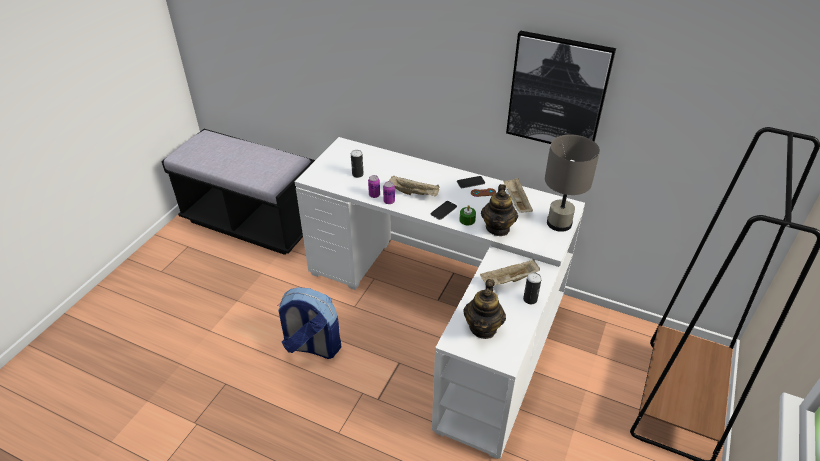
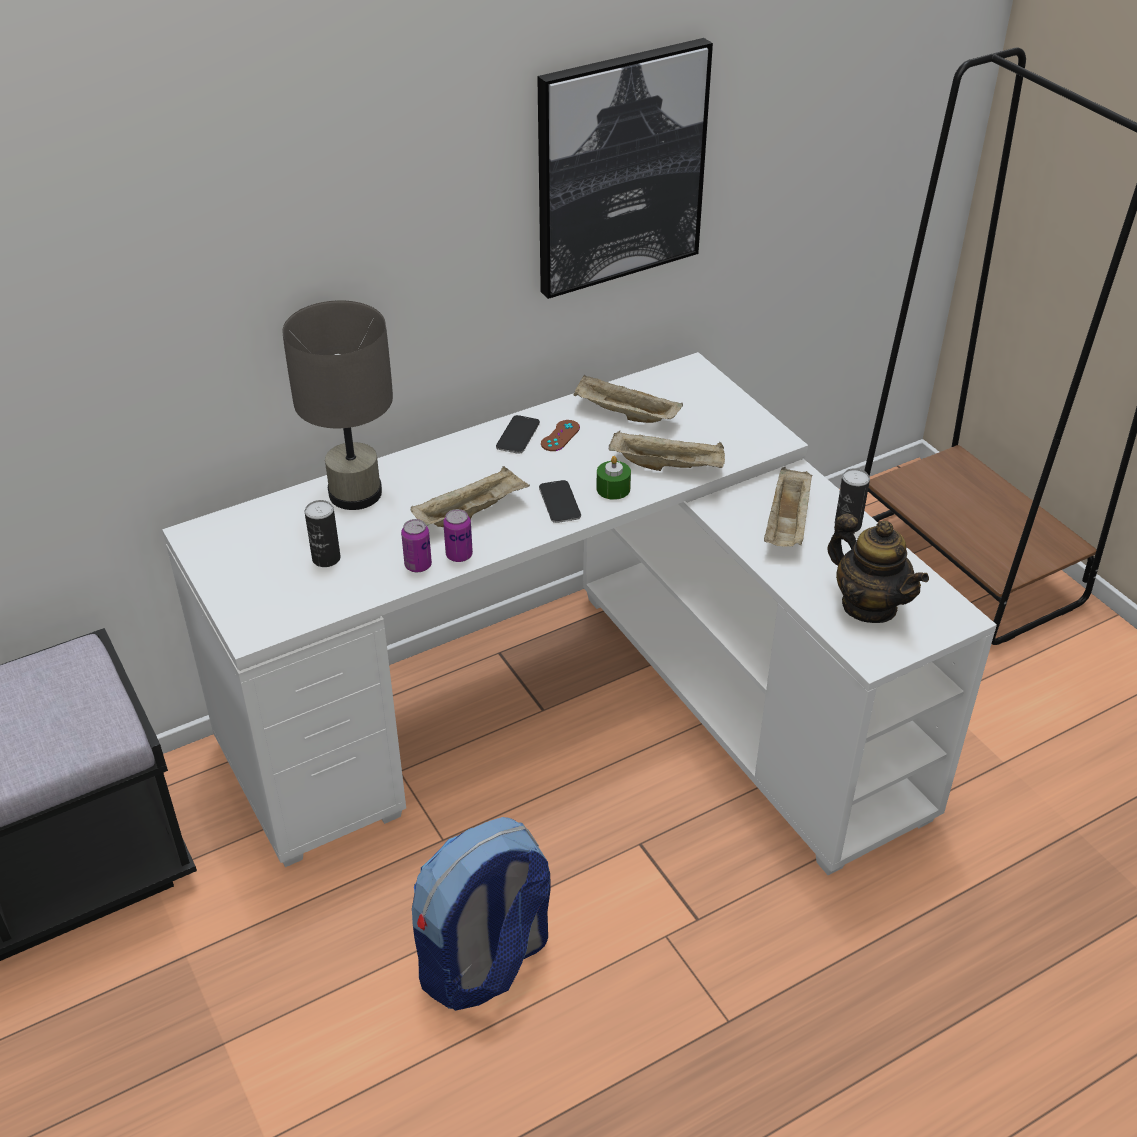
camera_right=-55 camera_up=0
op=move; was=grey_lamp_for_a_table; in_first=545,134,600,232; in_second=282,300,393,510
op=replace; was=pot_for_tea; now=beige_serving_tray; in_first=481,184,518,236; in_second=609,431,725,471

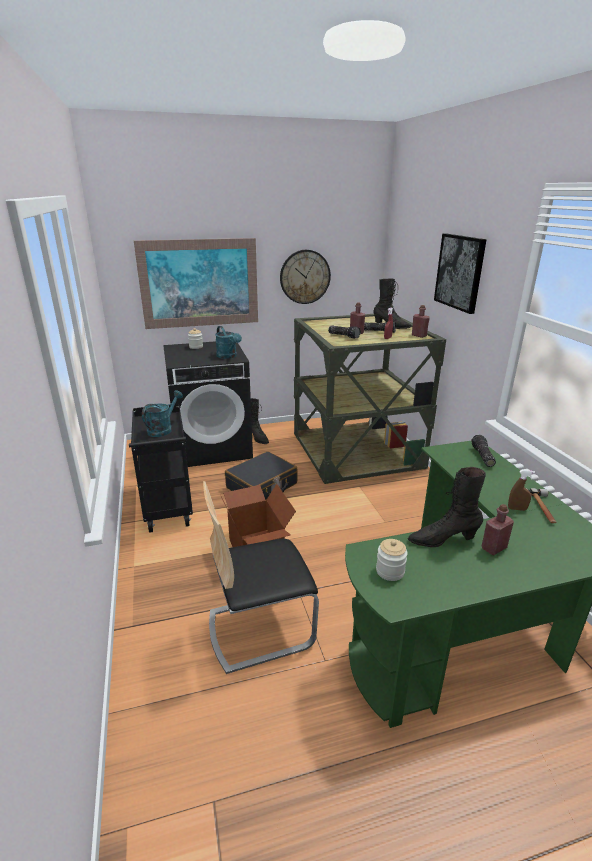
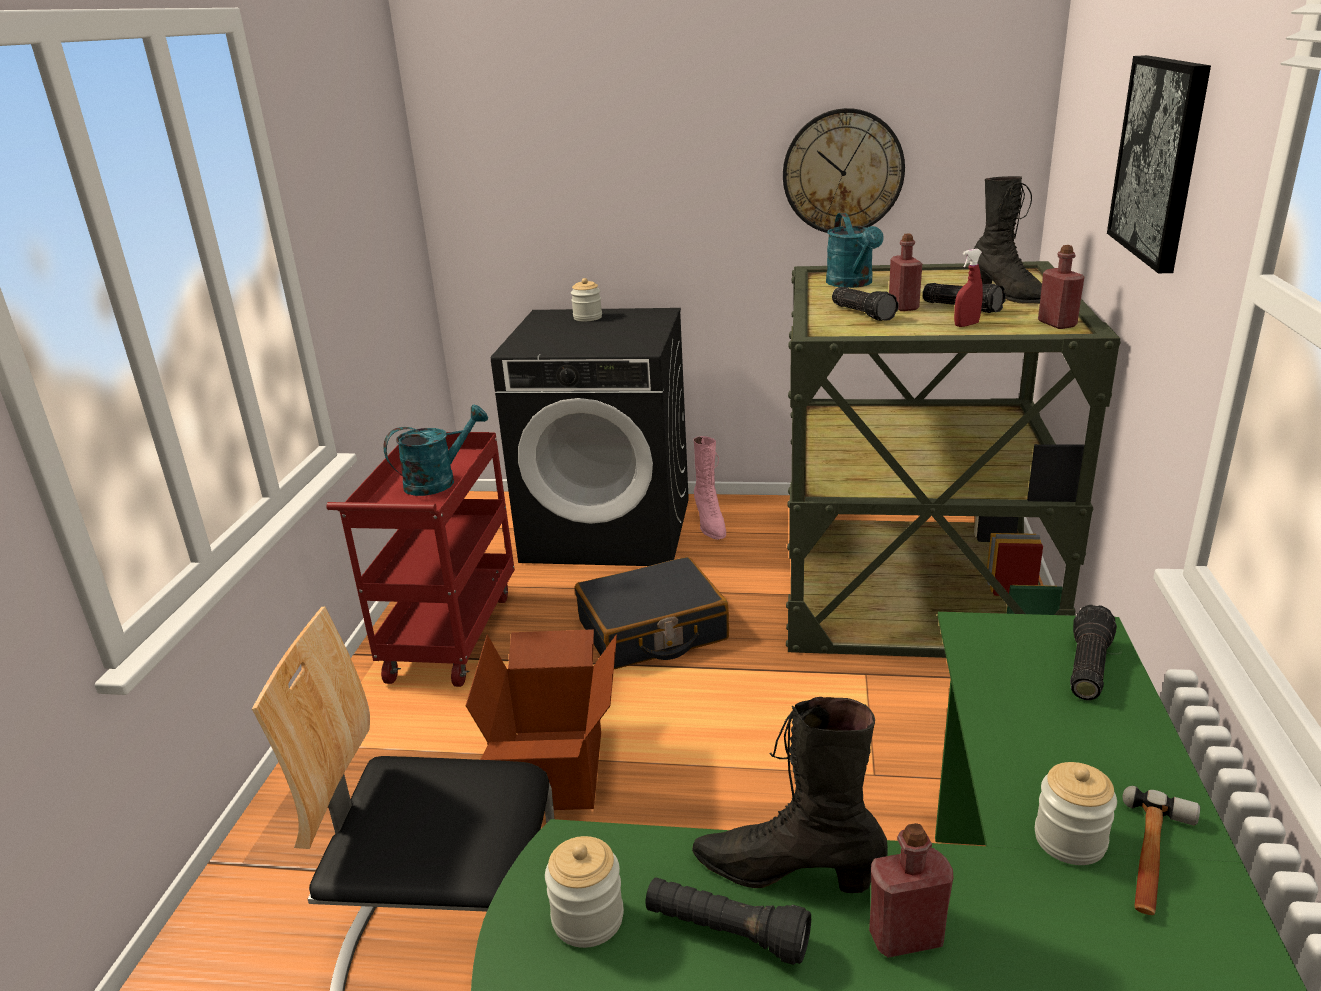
camera_right=25 camera_up=0
op=delete; was=wall_art; in_first=134,238,258,329
op=insert; now=black-coloured_hand_torch; in_second=646,878,811,965
op=move; was=blue-green_watering_can; in_first=215,326,242,359; in_second=826,213,884,288
op=replace; was=brown-coloured_spray_bottle; now=jar; in_first=508,470,535,511; in_second=1035,762,1117,865
op=recolor; was=black-coloured_wheeled_cart; now=red-coloured_wheeled_cart; in_first=129,404,193,532; in_second=326,432,515,687
op=recolor; was=black-coloured_high-top_boot; now=pink-coloured_high-top_boot; in_first=251,398,269,444; in_second=693,436,726,540

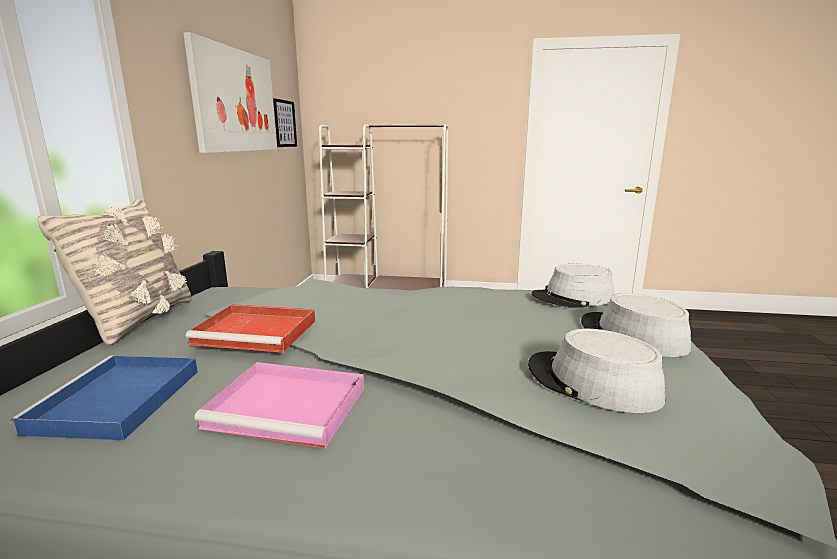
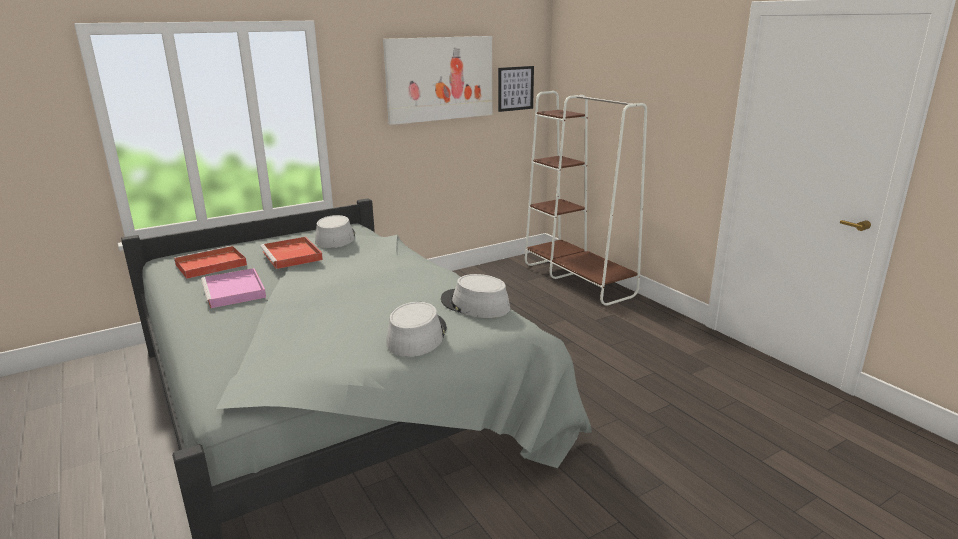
camera_right=50 camera_up=5
op=delete; was=beige_cushion; in_first=37,199,191,345
op=move; was=grey_wearable_hat; in_first=528,329,665,413; in_second=315,215,355,248
op=recolor; was=bluish_serving_tray; now=red-coloured_serving_tray; in_first=10,355,198,440; in_second=174,246,247,279

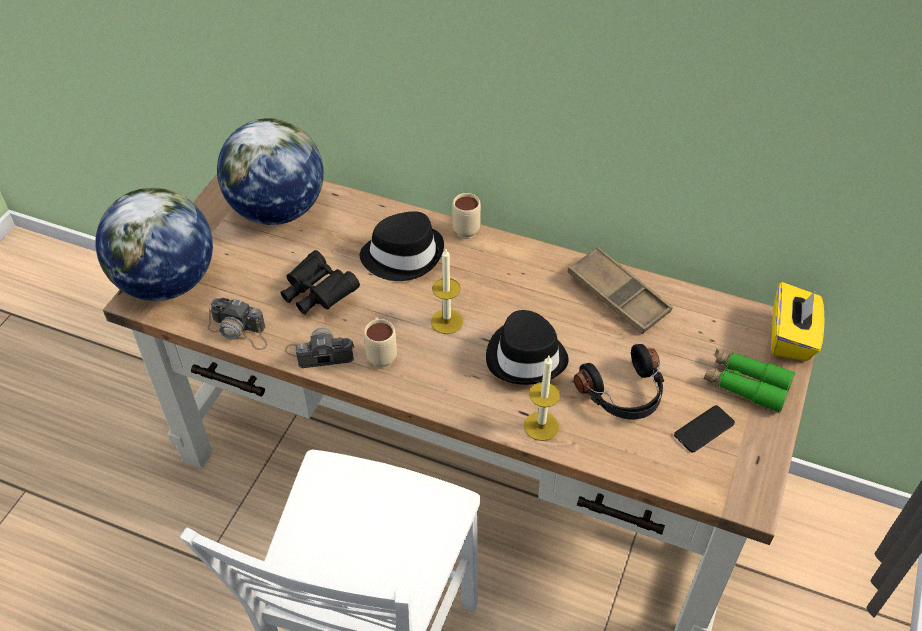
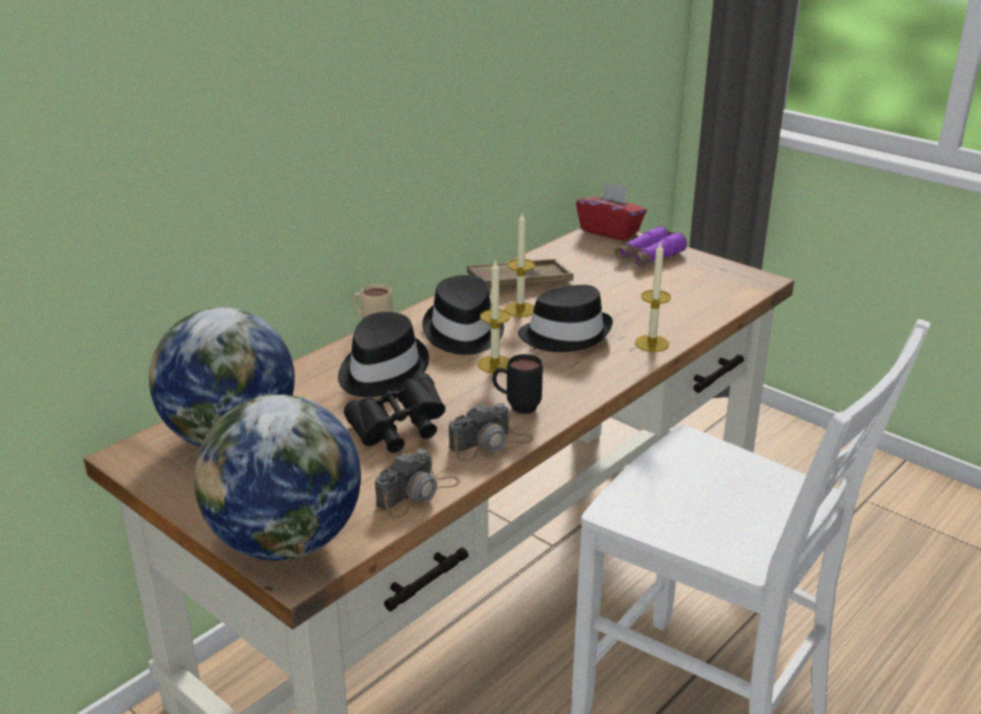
camera_right=-70 camera_up=-20
op=delete; was=black-coloured_headset; in_first=574,344,664,420
op=delete; was=telephone; in_first=674,405,735,453
op=insert; now=black-coloured_wearable_hat; in_second=422,275,504,355
op=insert; now=wax_candle; in_second=505,213,535,317
op=recolor; was=beige_tea_mug; now=black-coloured_tea_mug; in_first=364,317,397,368; in_second=492,354,543,414
op=recolor; was=greenish_field_glasses; now=purple_field_glasses; in_first=704,348,795,413; in_second=614,226,687,266
op=recolor; was=yellow_tissue_box; now=red-coloured_tissue_box; in_first=771,282,824,361; in_second=576,182,647,241
op=rotate; was=photo_camera; in_first=285,328,354,368; in_second=449,403,533,461; clockwise=-135

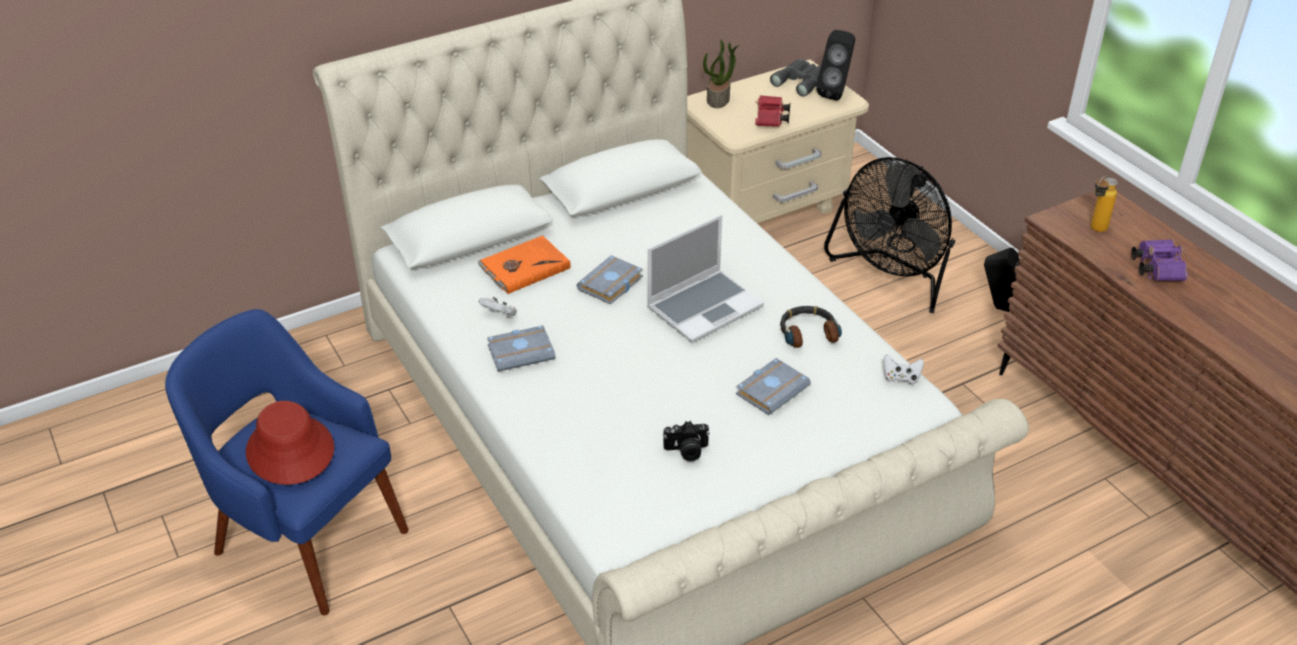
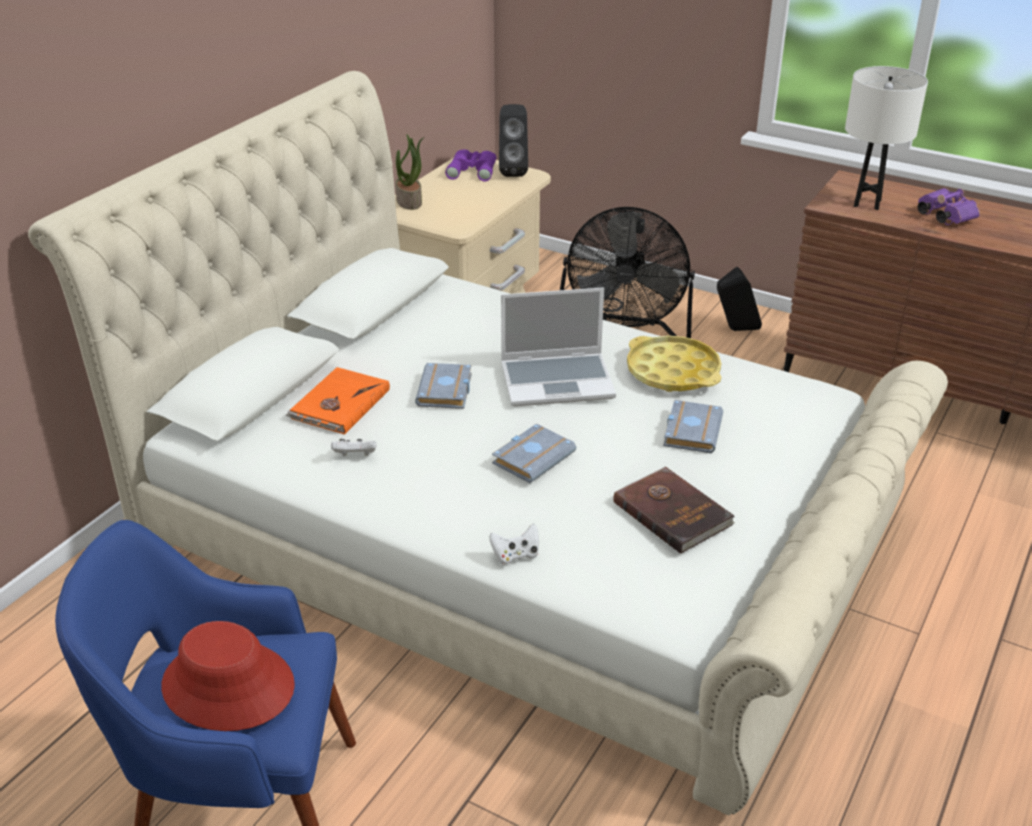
camera_right=-30 camera_up=-5
op=delete; was=red-coloured_field_glasses; in_first=755,95,791,127
op=move; was=grey_volume; in_first=487,325,555,372; in_second=492,424,576,483
op=move; was=white_joypad; in_first=883,354,924,385; in_second=489,523,539,565
op=replace; was=photo_camera; now=brown-coloured_volume; in_first=663,421,710,461; in_second=613,466,735,554
op=replace; was=headset; now=yellow_serving_tray; in_first=780,306,842,348; in_second=627,336,721,392
op=replace; was=drink_bottle; now=white_lamp_for_a_table; in_first=1091,176,1118,232; in_second=845,66,928,210
op=recolor; was=grey_field_glasses; now=purple_field_glasses; in_first=770,59,821,97; in_second=445,149,497,182
op=rotate; was=notebook_computer; in_first=647,215,764,343; in_second=501,287,616,407; clockwise=60

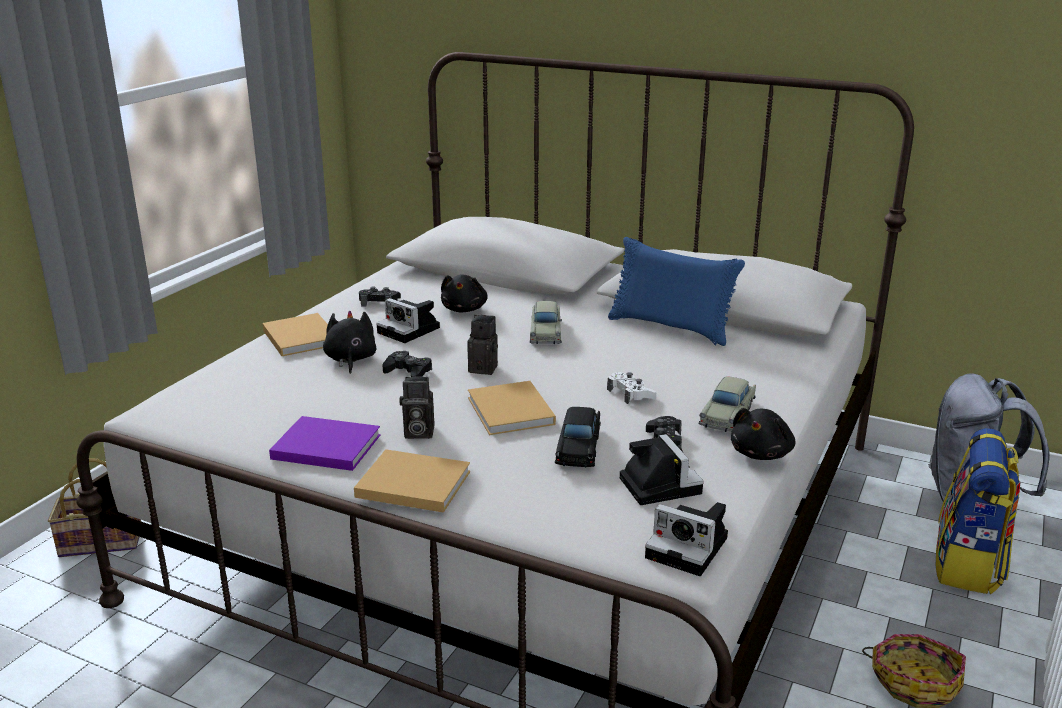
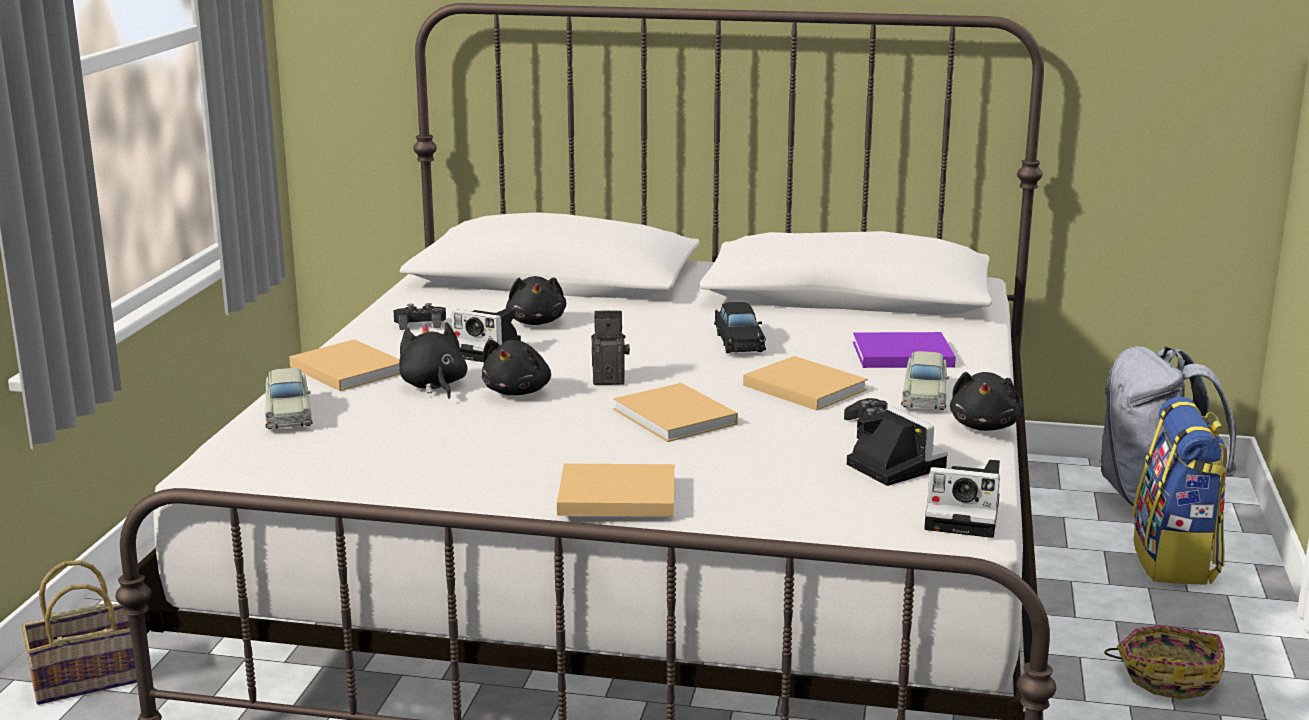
camera_right=-15 camera_up=-5
op=delete; was=photo_camera; in_first=400,376,435,439
op=delete; was=bluish_cushion; in_first=608,237,745,346
op=move; was=purple_volume; in_first=269,416,381,471; in_second=853,332,956,368
op=move; was=beige_model_car; in_first=530,301,562,344; in_second=265,368,313,429
op=move; was=black-coloured_model_car; in_first=555,407,601,468; in_second=714,302,766,353
op=replace; was=black-coloured_joypad; now=black-coloured_soft_toy; in_first=383,351,432,377; in_second=482,339,551,395
op=replace; was=white_joypad; now=beige_volume; in_first=607,372,656,404; in_second=743,356,868,411

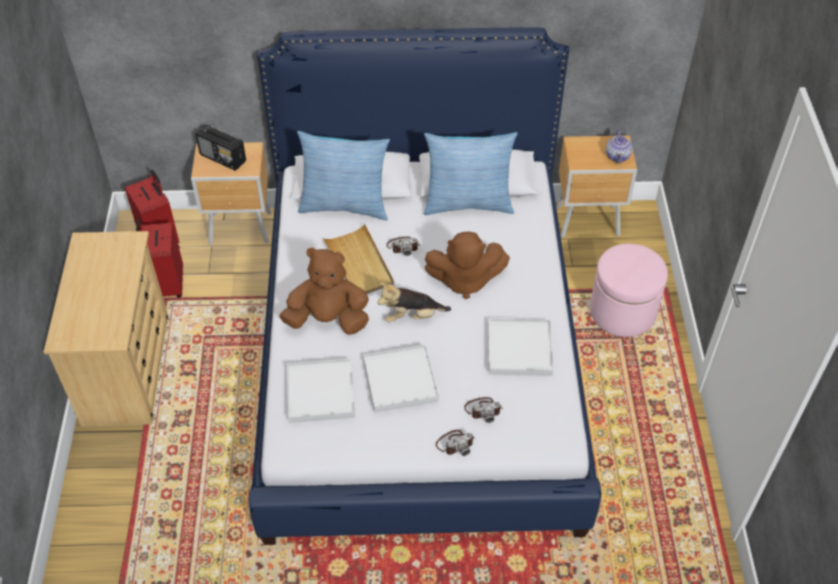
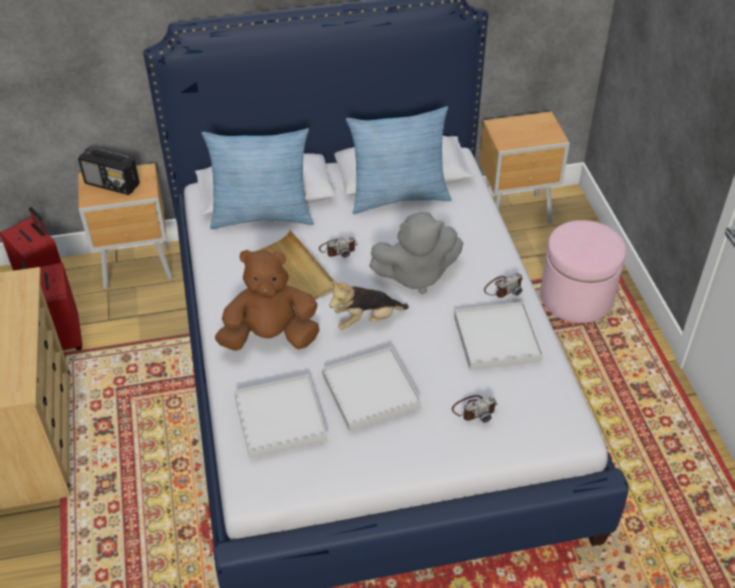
camera_right=-10 camera_up=-5
op=delete; was=pot_for_tea; in_first=606,130,632,163
op=move; was=photo_camera; in_first=436,430,475,456; in_second=484,273,523,298
op=recolor; was=brown-coloured_soft_toy; now=grey_soft_toy; in_first=425,232,510,299; in_second=369,212,463,294

